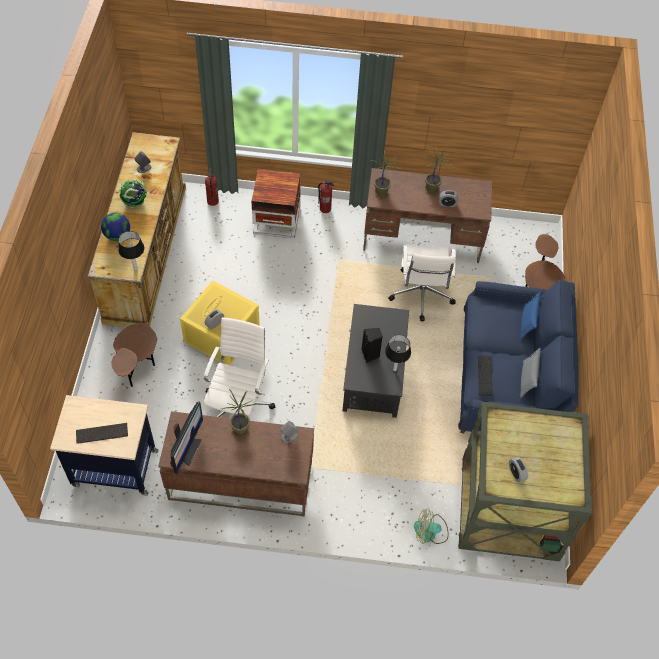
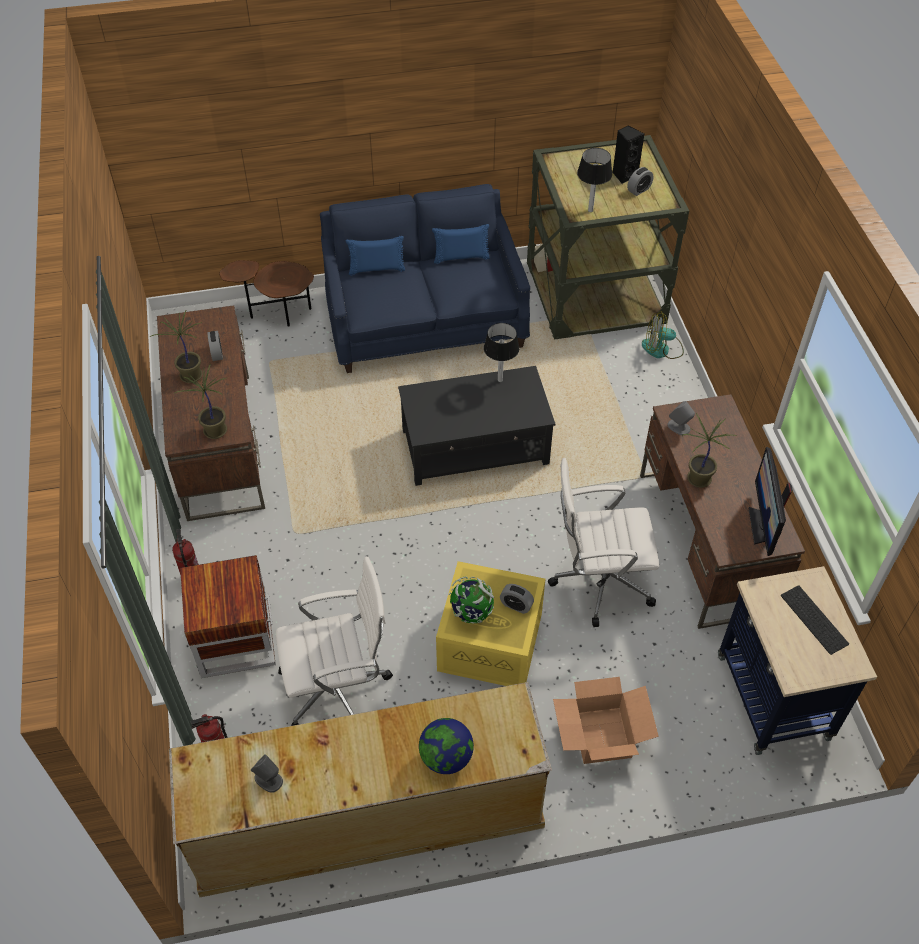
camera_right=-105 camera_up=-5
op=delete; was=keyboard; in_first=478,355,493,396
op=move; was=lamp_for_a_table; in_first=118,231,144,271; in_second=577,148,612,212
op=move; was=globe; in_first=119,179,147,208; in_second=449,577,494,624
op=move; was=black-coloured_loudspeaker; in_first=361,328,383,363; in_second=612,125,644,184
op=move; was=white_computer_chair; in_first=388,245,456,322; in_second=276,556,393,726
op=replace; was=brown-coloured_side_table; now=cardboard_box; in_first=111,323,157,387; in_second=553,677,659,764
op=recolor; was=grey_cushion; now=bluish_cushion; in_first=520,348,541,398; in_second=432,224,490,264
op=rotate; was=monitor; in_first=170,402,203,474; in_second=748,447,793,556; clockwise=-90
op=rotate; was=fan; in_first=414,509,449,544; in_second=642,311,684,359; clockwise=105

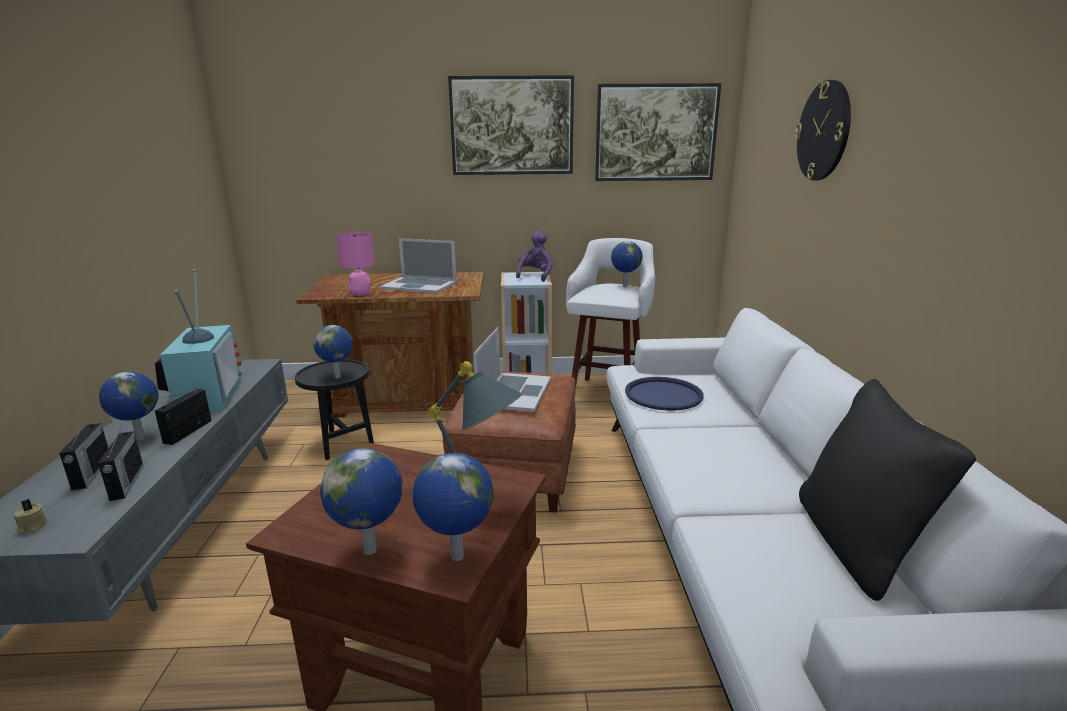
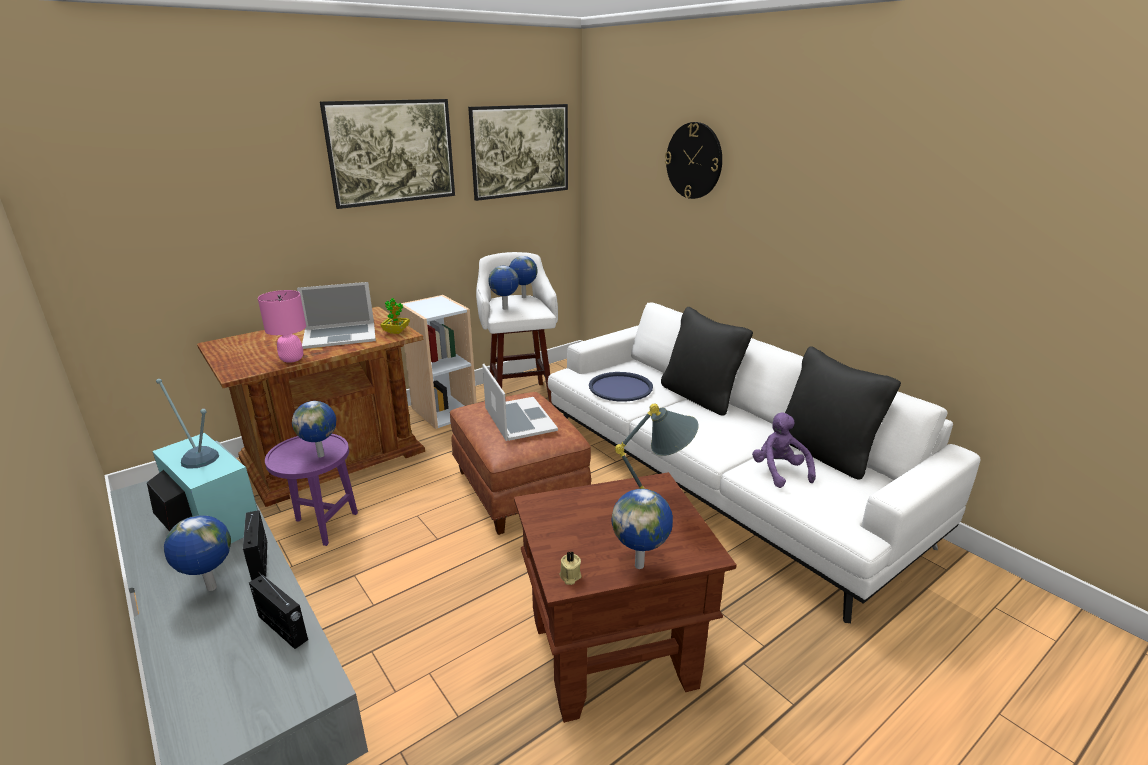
camera_right=-35 camera_up=5
op=delete; was=radio_receiver; in_first=59,418,108,490
op=insert; now=plant_in_a_pot; in_second=380,298,410,334
op=insert; now=black-coloured_cushion; in_second=661,307,753,416
op=move; was=beige_wax_candle; in_first=14,499,48,534; in_second=559,551,582,585
op=move; was=globe; in_first=413,453,494,561; in_second=489,266,519,310
op=move; was=purple_soft_toy; in_first=516,231,553,282; in_second=752,412,816,488
op=recolor; was=black-coloured_side_table; now=purple_side_table; in_first=295,359,374,460; in_second=265,434,358,546

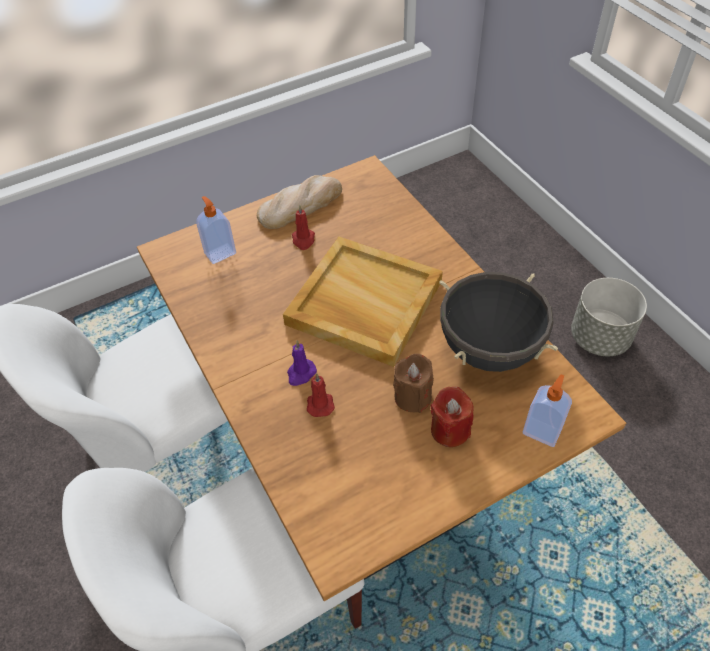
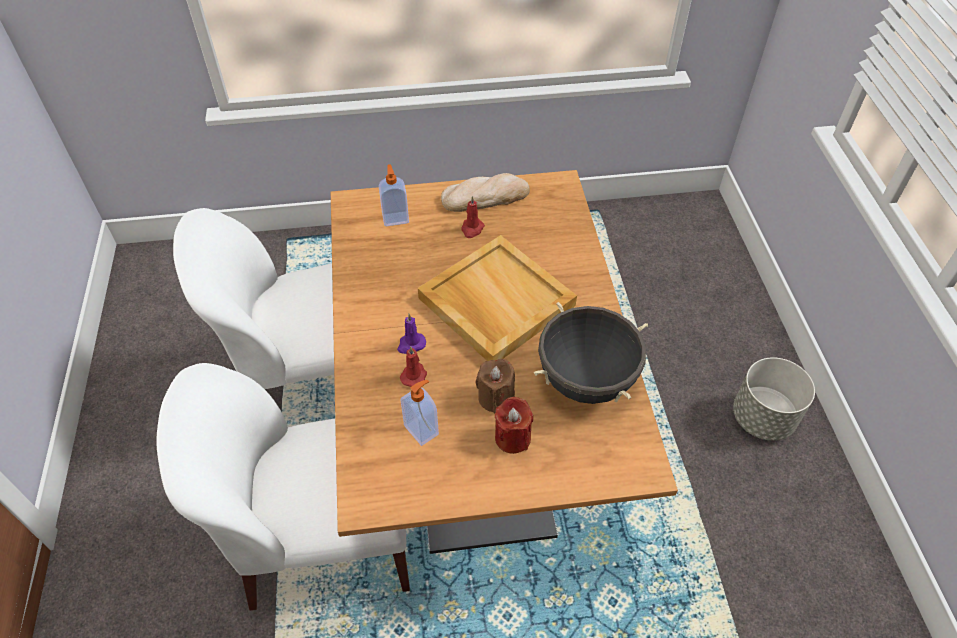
camera_right=20 camera_up=0
op=move; was=soap_dispenser; in_first=523,374,572,447; in_second=400,380,439,446

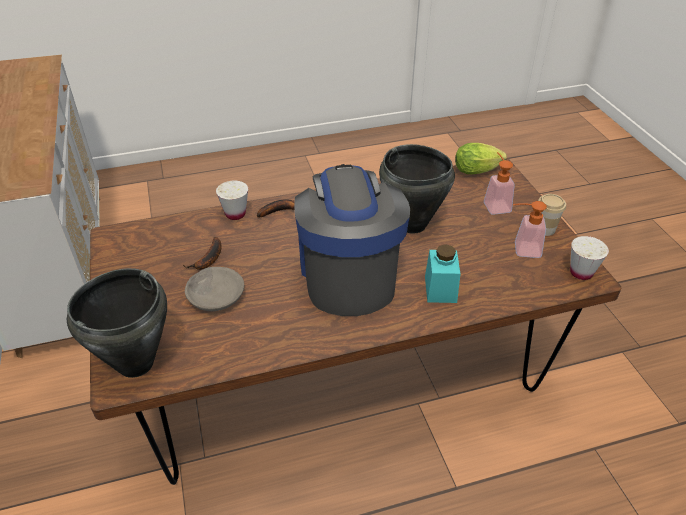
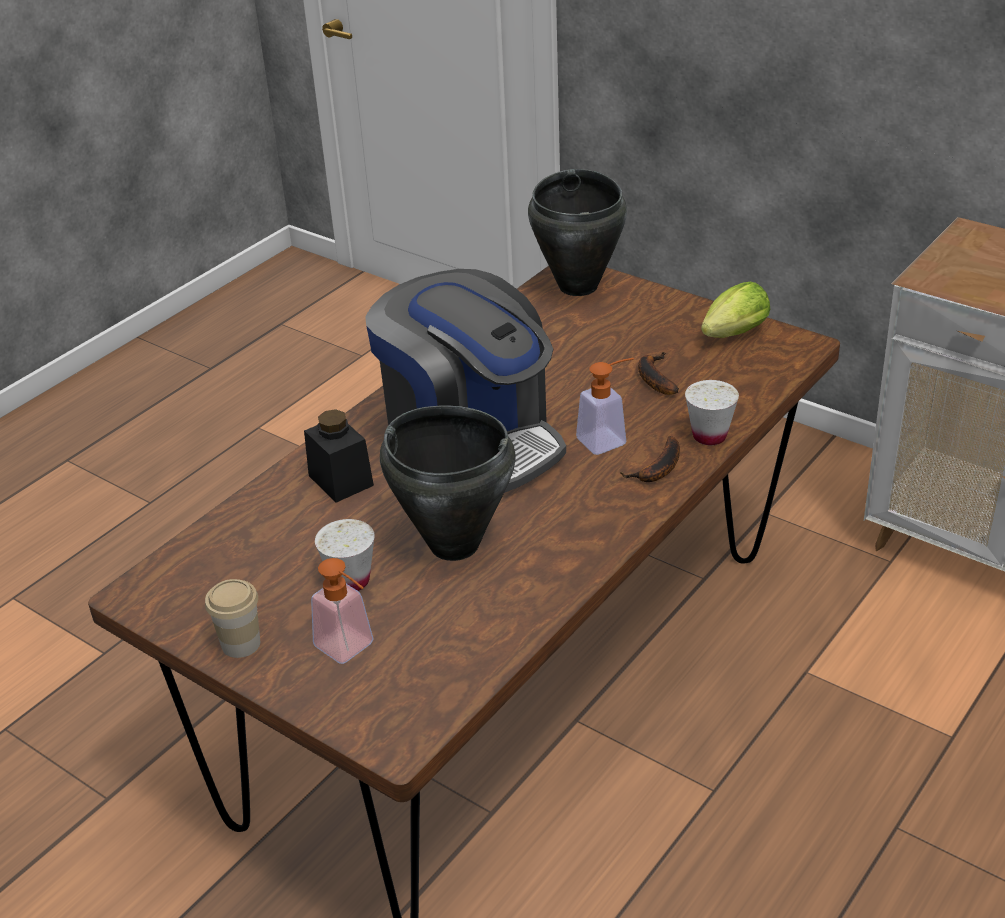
camera_right=145 camera_up=-5
op=delete; was=grey_deep_dish; in_first=185,267,244,311
op=move; was=lettuce; in_first=455,143,507,174; in_second=701,282,770,338
op=move; was=soap_dispenser; in_first=513,201,547,258; in_second=576,358,634,455
op=move; was=white_drinking_cup; in_first=570,236,609,280; in_second=315,519,375,591
op=recolor; was=blue-green_jar; now=black-coloured_jar; in_first=425,244,461,303; in_second=304,409,374,503

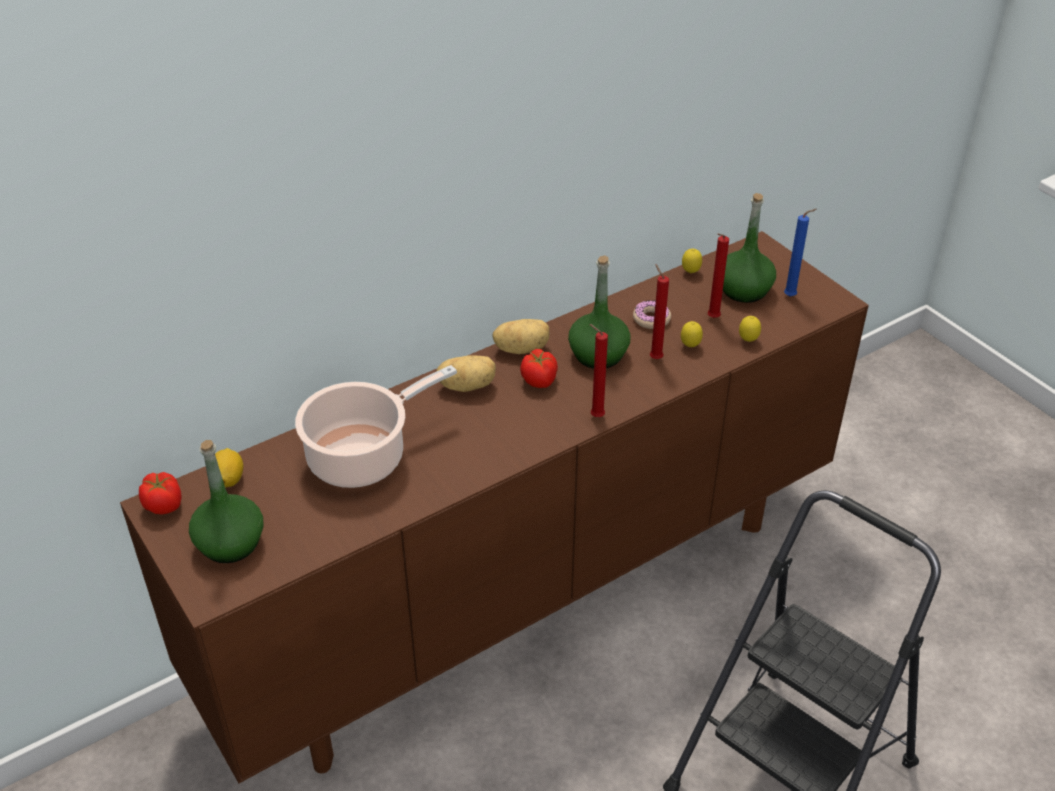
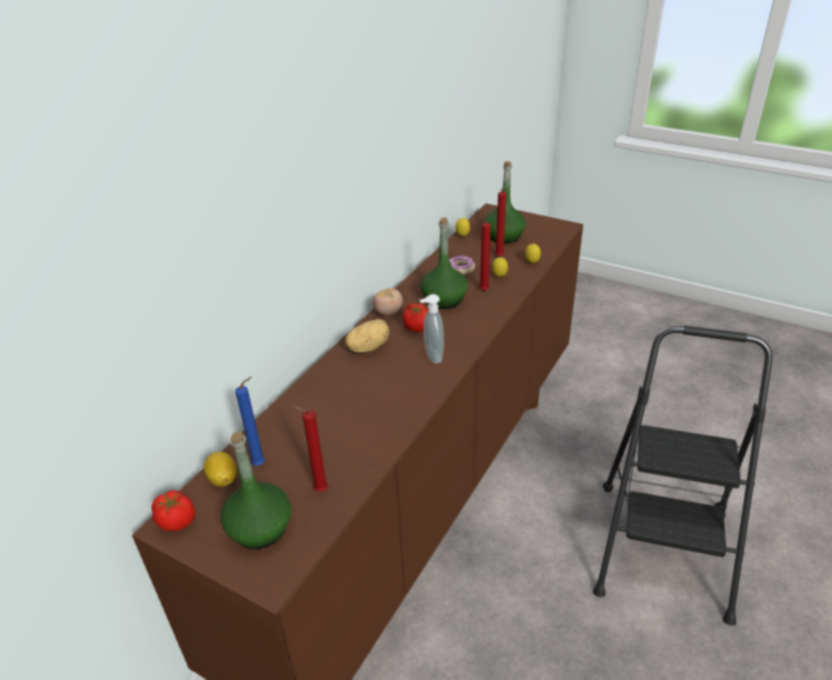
camera_right=-25 camera_up=-5
op=delete; was=cooking_pot; in_first=295,365,457,488
op=insert; now=soap_dispenser; in_second=420,294,444,364
op=move; was=red-coloured_wax_candle; in_first=589,324,608,417; in_second=294,407,328,492
op=move; was=bluish_wax_candle; in_first=784,209,817,297; in_second=235,377,265,466
op=replace; was=whole_potato; now=fresh_tomato; in_first=492,319,550,354; in_second=373,288,403,315

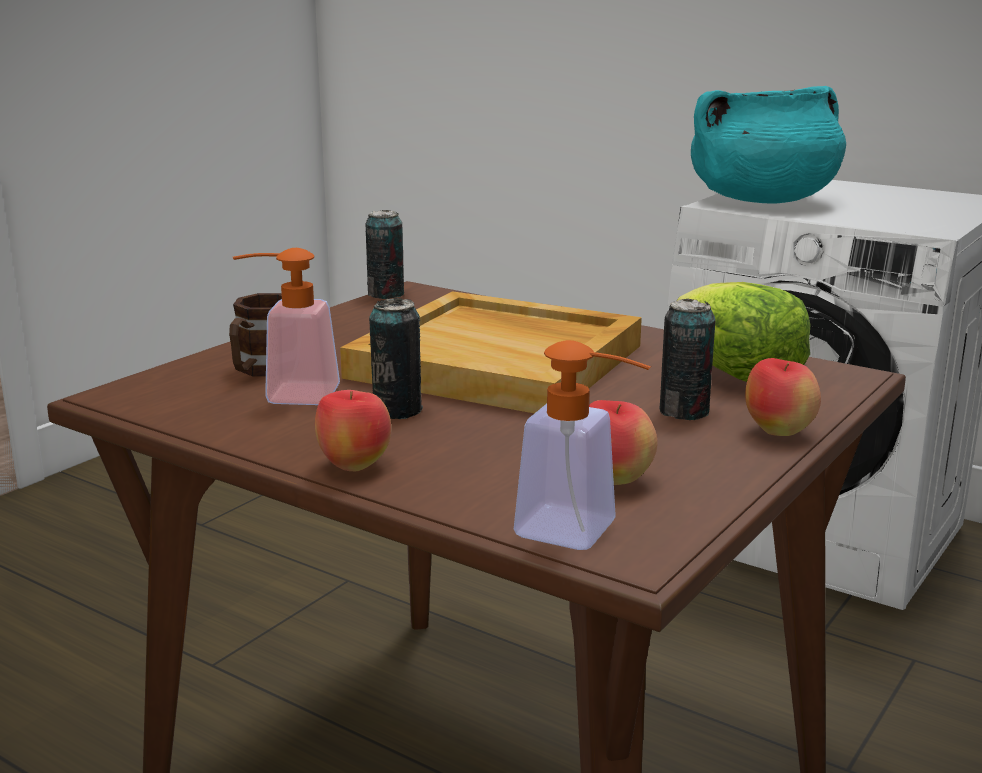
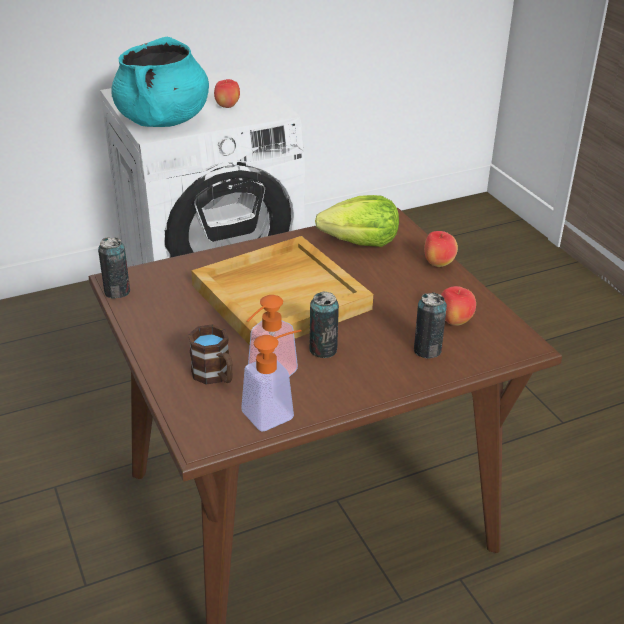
camera_right=-60 camera_up=15
op=move; was=apple_fruit; in_first=315,390,391,471; in_second=214,79,240,108
op=move; was=soap_dispenser; in_first=514,340,651,550; in_second=241,330,302,432
op=move; was=sealed_can; in_first=659,299,716,420; in_second=414,292,447,359

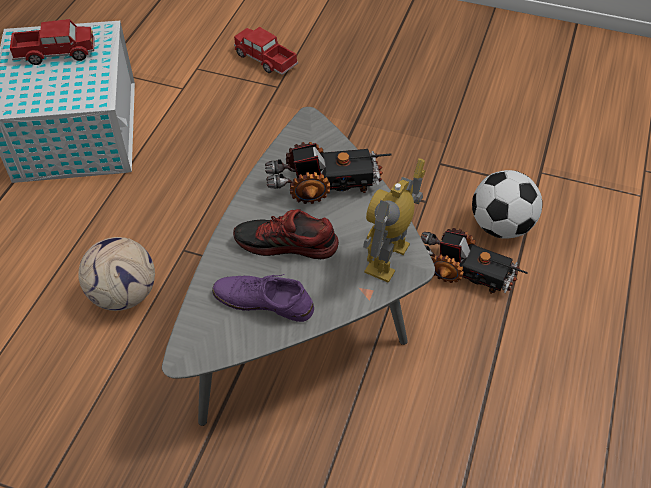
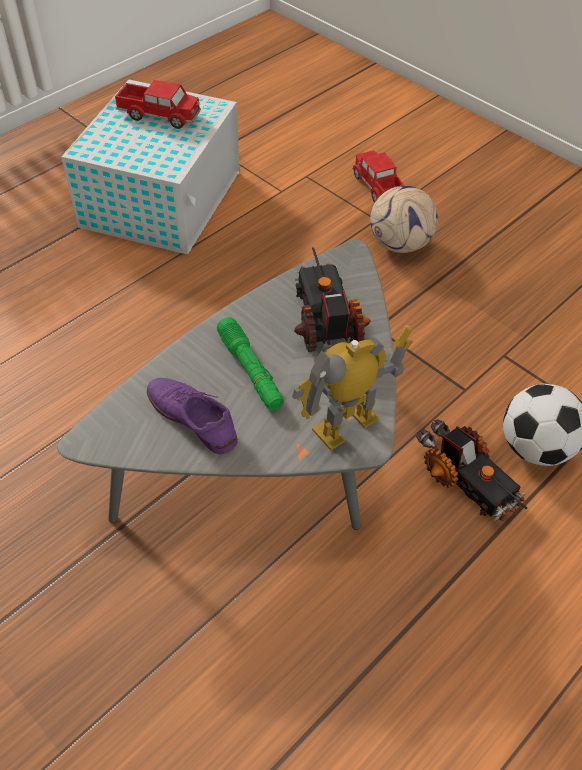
camera_right=25 camera_up=0
op=move; was=football_ball; in_first=78,237,155,311; in_second=370,186,438,253
op=replace; was=item_of_footwear; now=greenish_hand_torch; in_first=233,209,339,259; in_second=217,317,284,411
op=rotate; was=model_truck; in_first=265,142,392,204; in_second=294,247,370,352; clockwise=-120

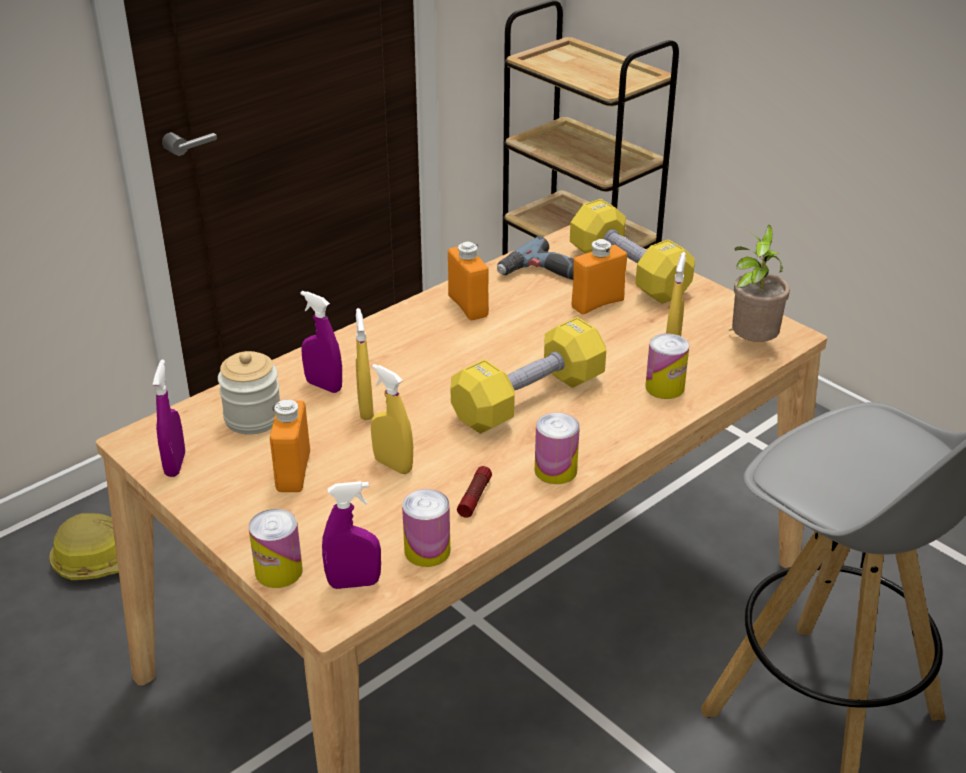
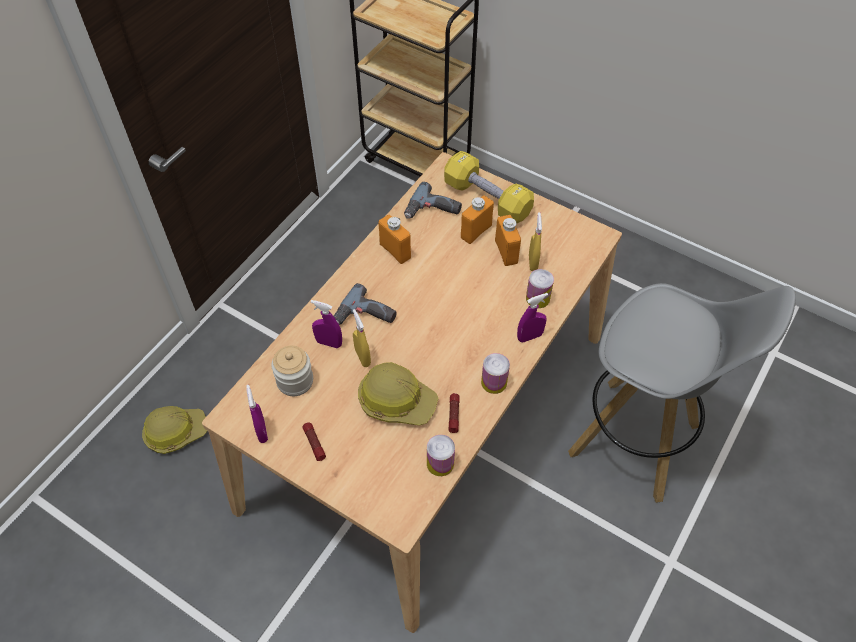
camera_right=-15 camera_up=20
op=delete; was=sealed_can; in_first=249,509,303,588
op=delete; was=yellow_dumbbell; in_first=451,317,606,434
op=delete; was=plant_in_a_pot; in_first=728,224,790,342
op=insert; now=hand_torch; in_second=303,422,326,461
op=insert; now=power_drill; in_second=334,283,397,325
op=move; was=orange-coloured_drink_bottle; in_first=270,400,310,492; in_second=495,215,521,266
op=move; was=purple_spray_bottle; in_first=322,481,381,589; in_second=517,293,548,343
op=replace; was=yellow_spray_bottle; now=hard_hat; in_first=371,364,413,474; in_second=358,362,439,426

